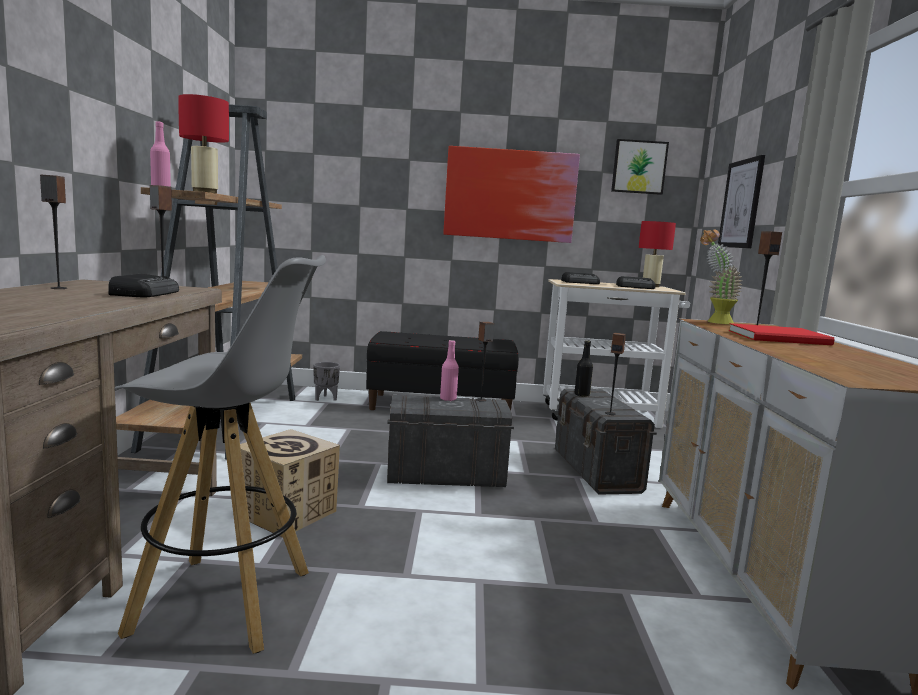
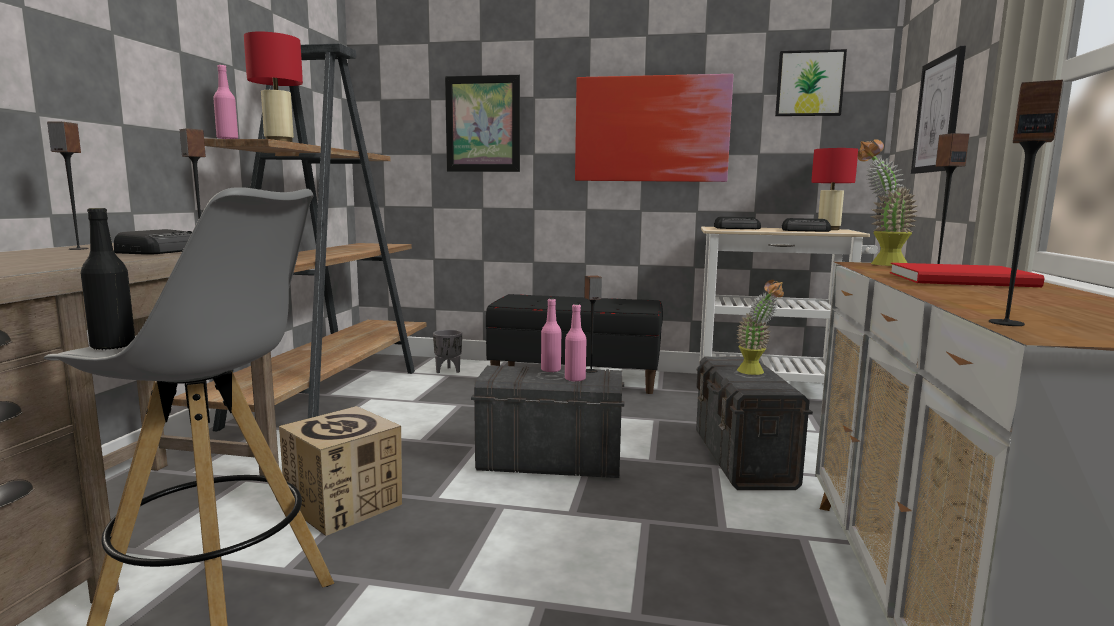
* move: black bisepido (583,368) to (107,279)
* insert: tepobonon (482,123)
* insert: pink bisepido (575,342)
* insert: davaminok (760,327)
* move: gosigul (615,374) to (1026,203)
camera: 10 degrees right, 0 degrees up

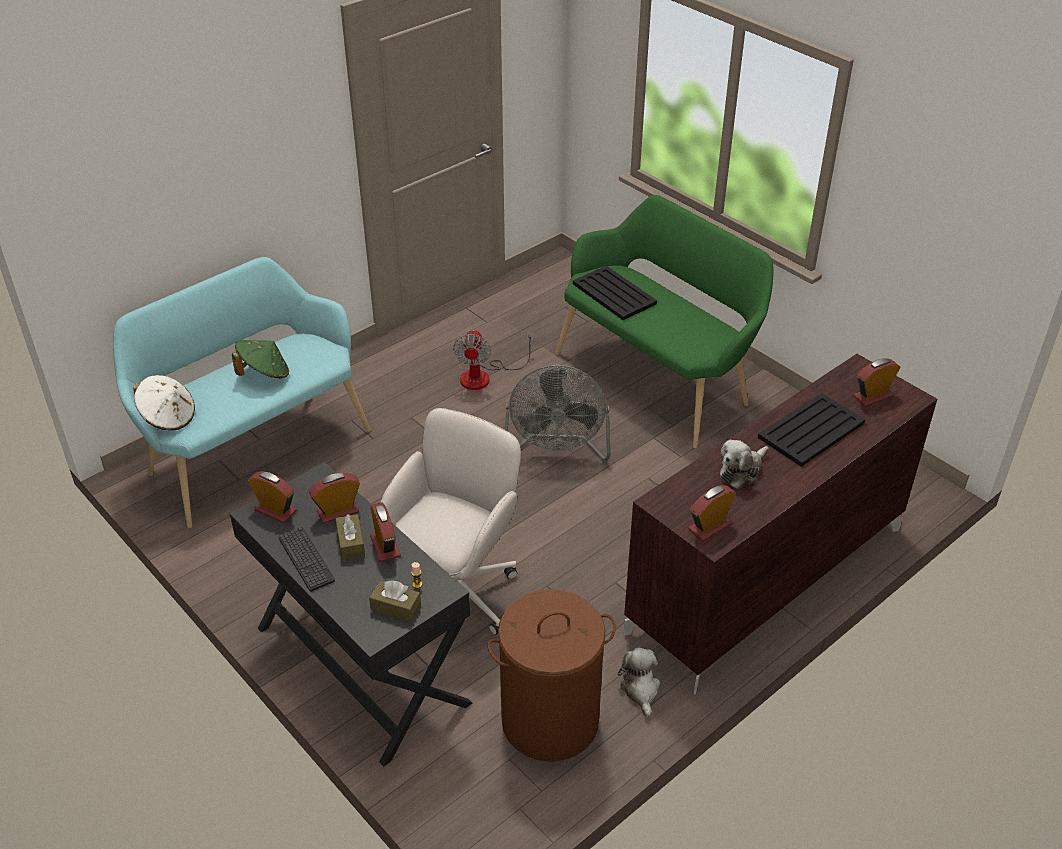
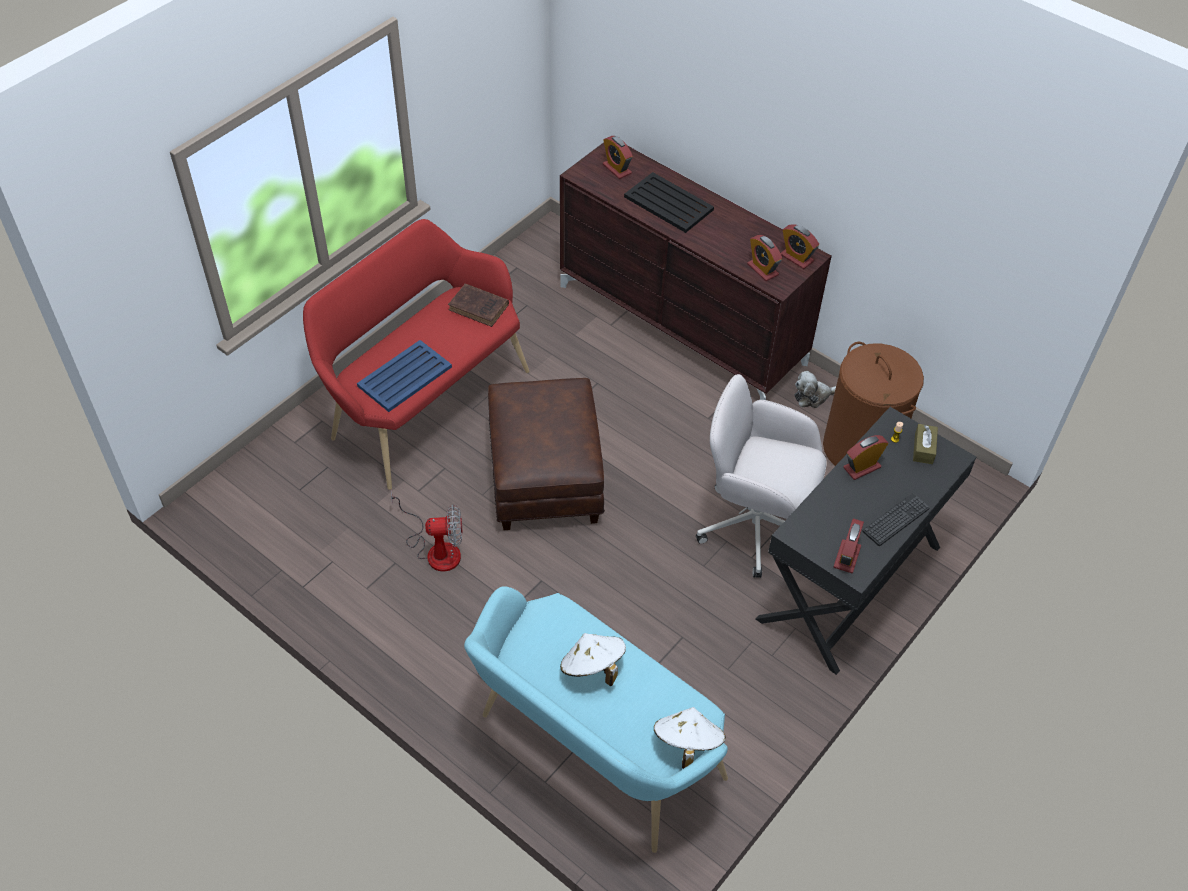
* recolor: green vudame (664,321) to red vudame (416,354)
* recolor: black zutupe (615,293) to blue zutupe (404,376)
* insert: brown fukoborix (478,305)
* replace: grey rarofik (558,414) to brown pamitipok (546,454)
* recolor: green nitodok (260,359) to white nitodok (593,659)
* move: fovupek (334,498) to (764,258)
* delete: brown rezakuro (350,536)
* delete: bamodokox (744,464)
camera: 100 degrees left, 10 degrees up

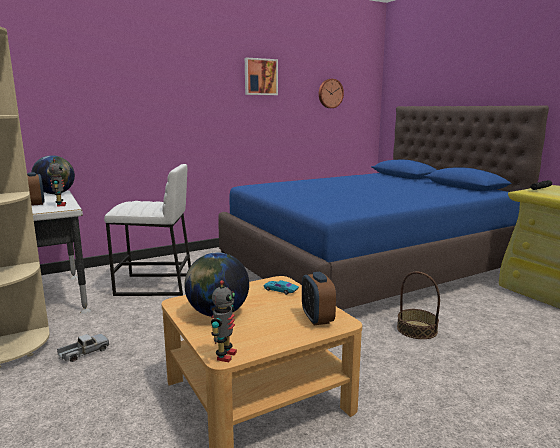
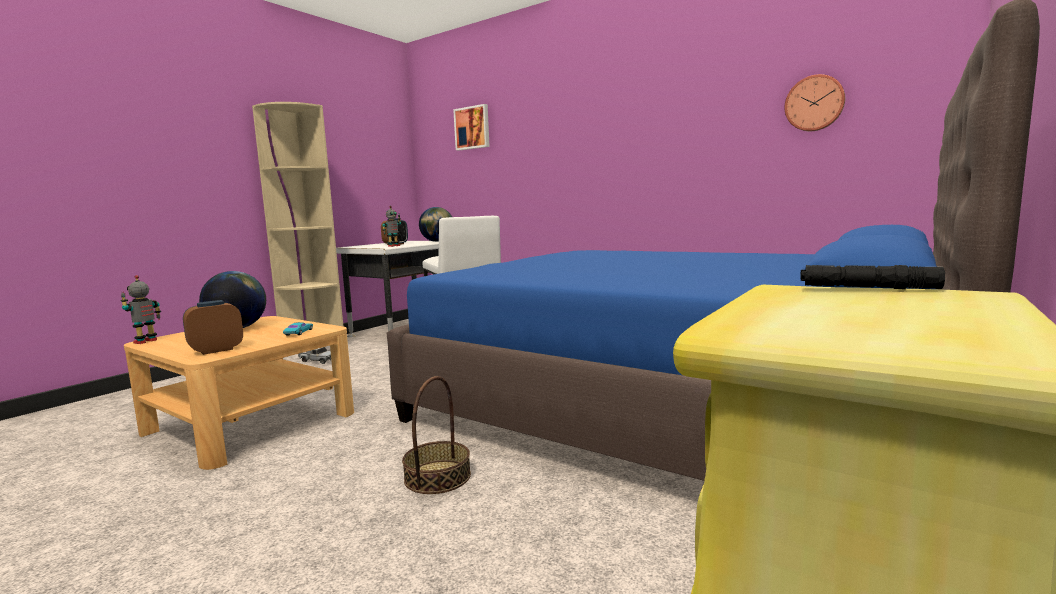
* rotate: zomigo (224,321) = (141,309) 120 degrees clockwise
* move: tepobonon (261,76) to (471,127)
camera: 65 degrees right, 5 degrees down

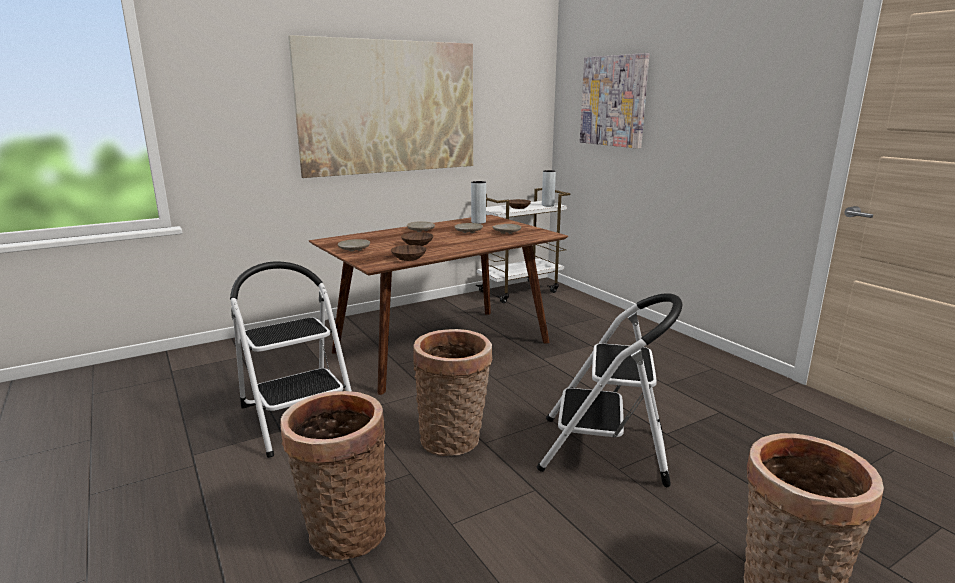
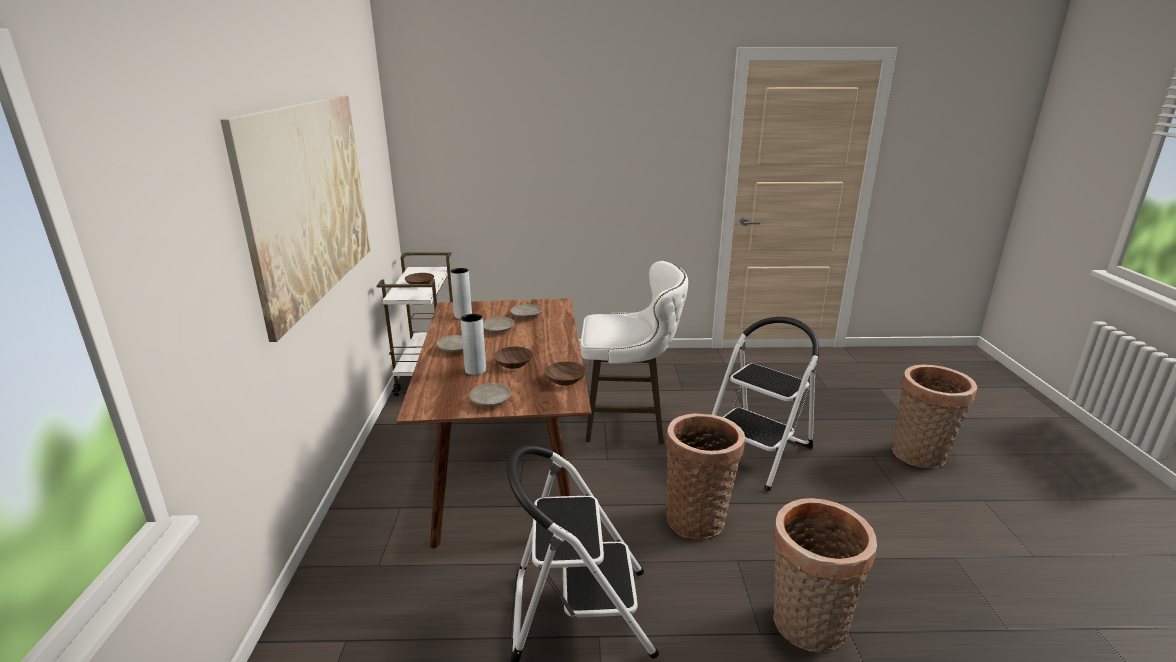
* move: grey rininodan (549,188) to (473,344)
* insert: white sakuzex (634,352)
* delete: tepobonon (614,101)
camera: 60 degrees left, 5 degrees up

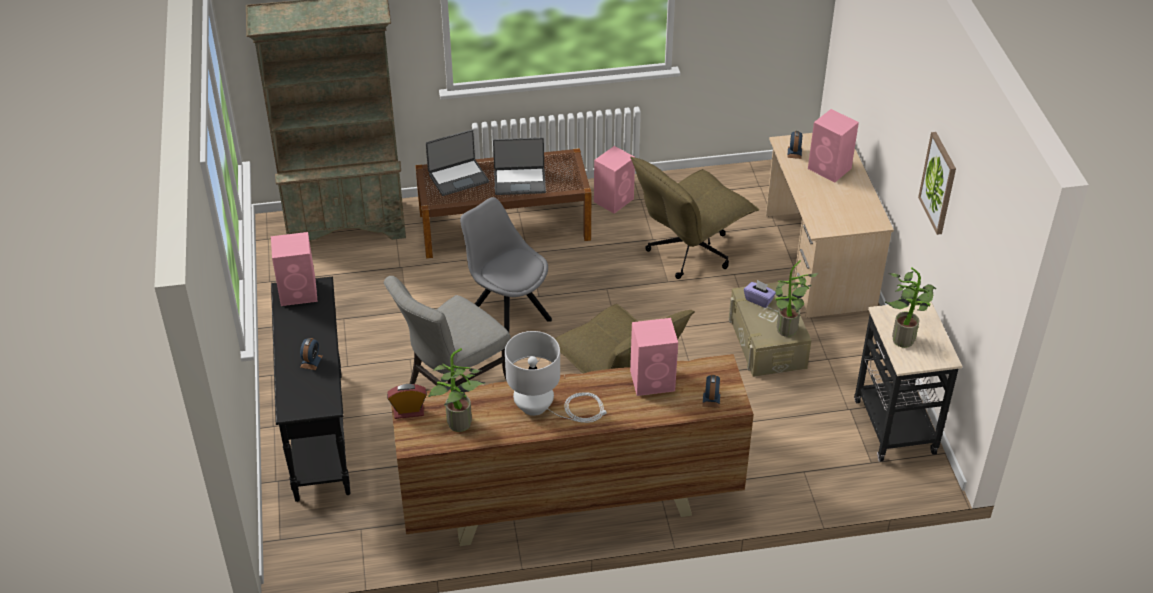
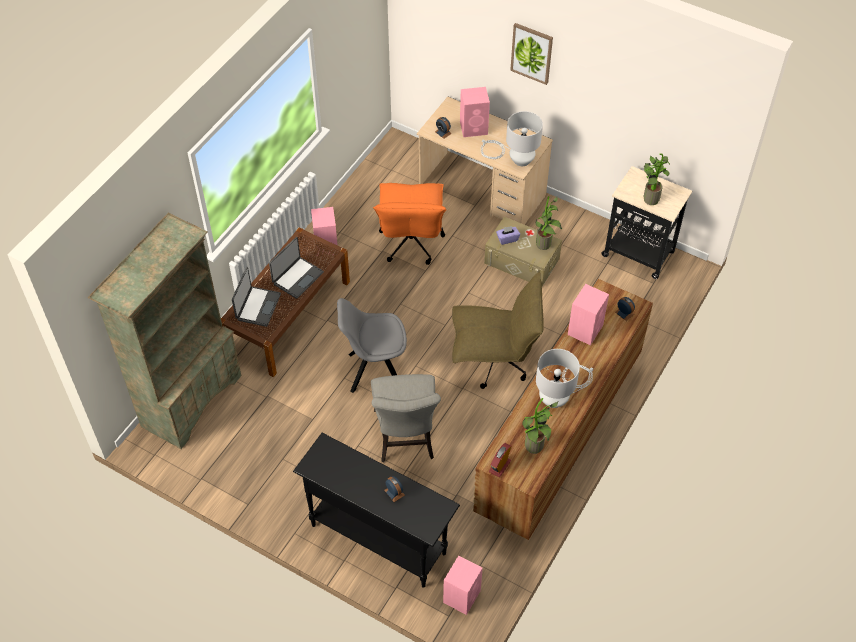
* recolor: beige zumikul (694,217) to orange zumikul (409,224)
* move: pink gosigul (294,269) to (463,585)
* insert: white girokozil (512,138)
* move: tepobonon (937,183) to (531,54)
camera: 50 degrees left, 10 degrees up

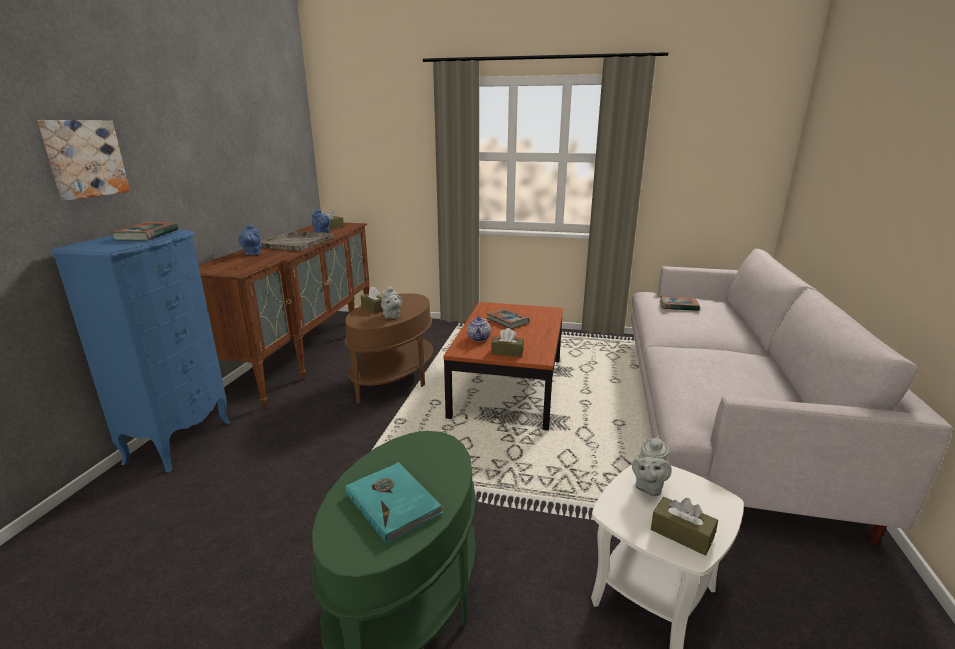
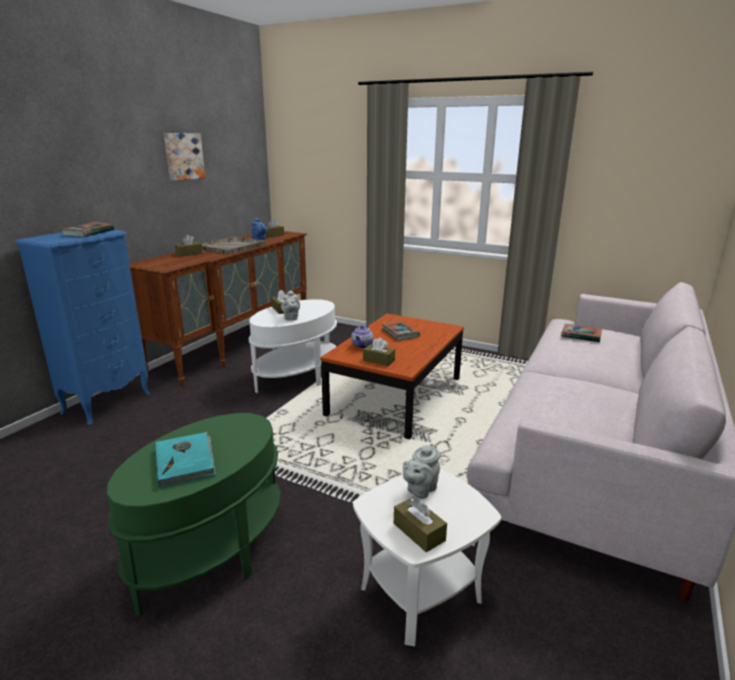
* move: tepobonon (84,160) to (184,157)
* replace: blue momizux (250,239) to brown rezakuro (189,245)
* recolor: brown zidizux (389,348) to white zidizux (292,346)
camera: 15 degrees right, 0 degrees up

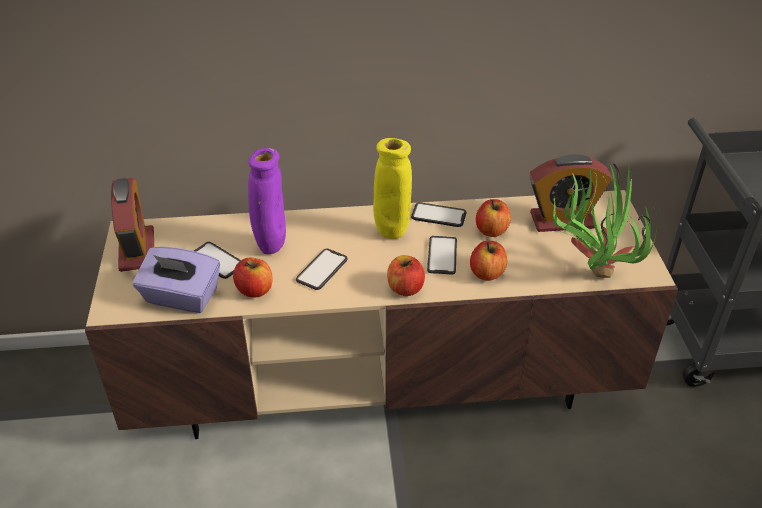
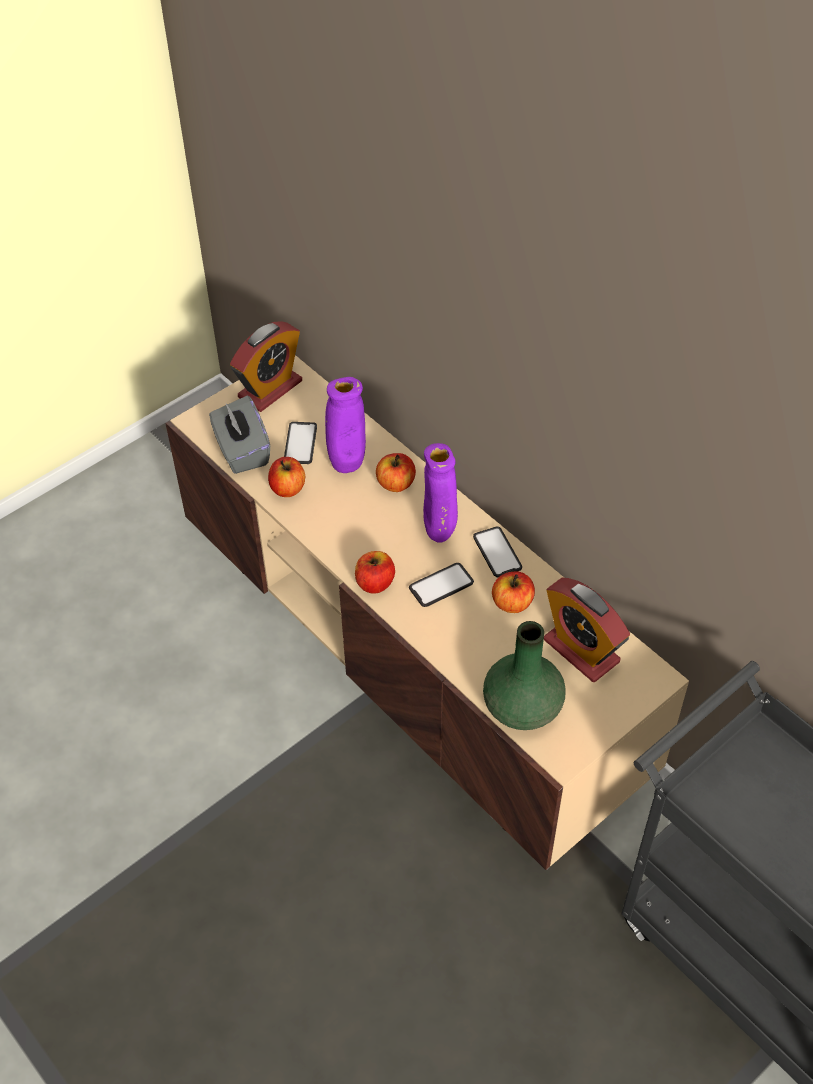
* recolor: purple rezakuro (176,279) to grey rezakuro (239,435)
* move: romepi (488,261) to (396,472)
* recolor: yellow rininodan (392,188) to purple rininodan (440,493)
* replace: davaminok (605,220) to green rininodan (524,675)
* delete: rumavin (322,269)
camera: 55 degrees right, 10 degrees up

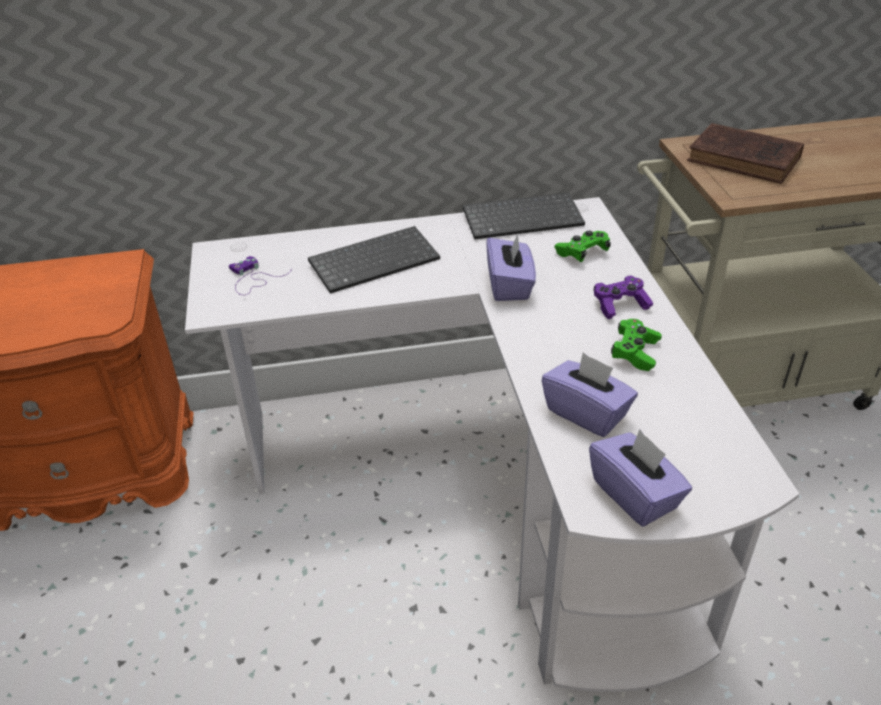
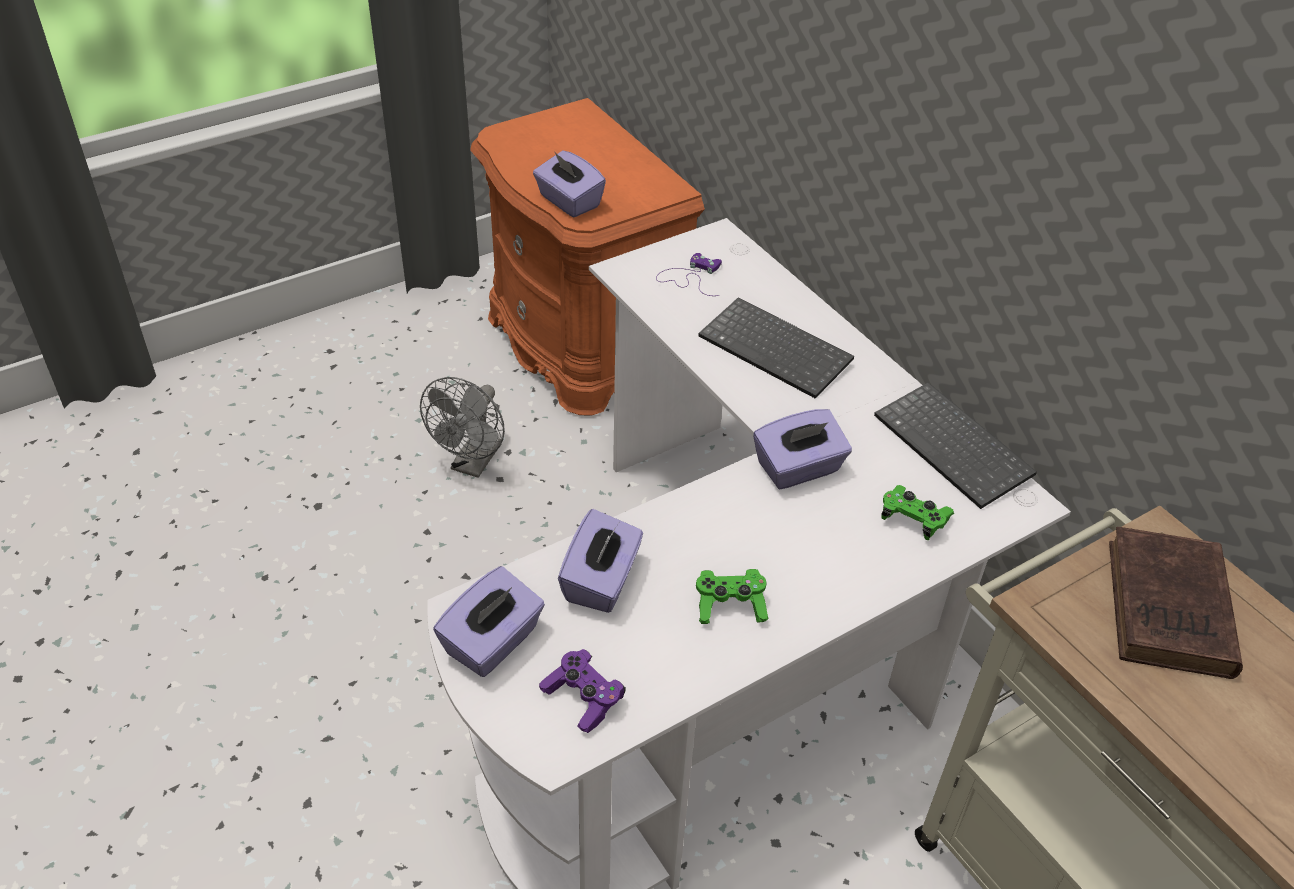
* insert: grey rarofik (462,427)
* insert: purple rezakuro (569,184)
* move: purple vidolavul (623,297) to (582,691)
camera: 65 degrees right, 5 degrees up

